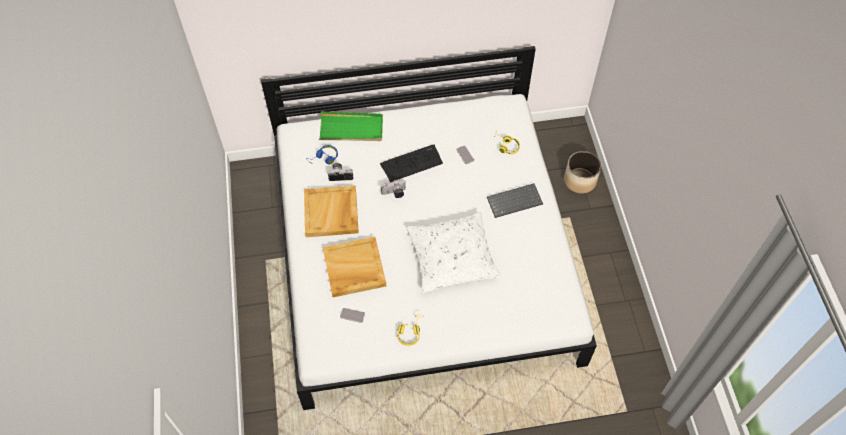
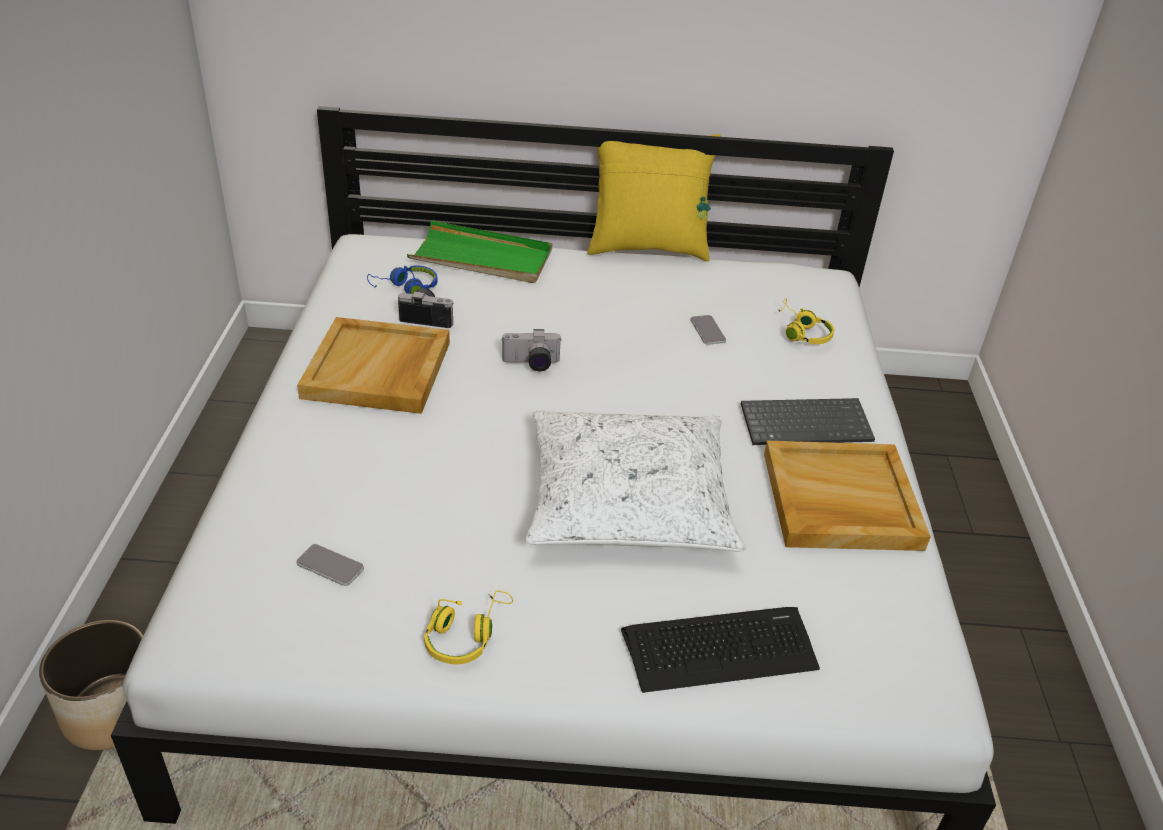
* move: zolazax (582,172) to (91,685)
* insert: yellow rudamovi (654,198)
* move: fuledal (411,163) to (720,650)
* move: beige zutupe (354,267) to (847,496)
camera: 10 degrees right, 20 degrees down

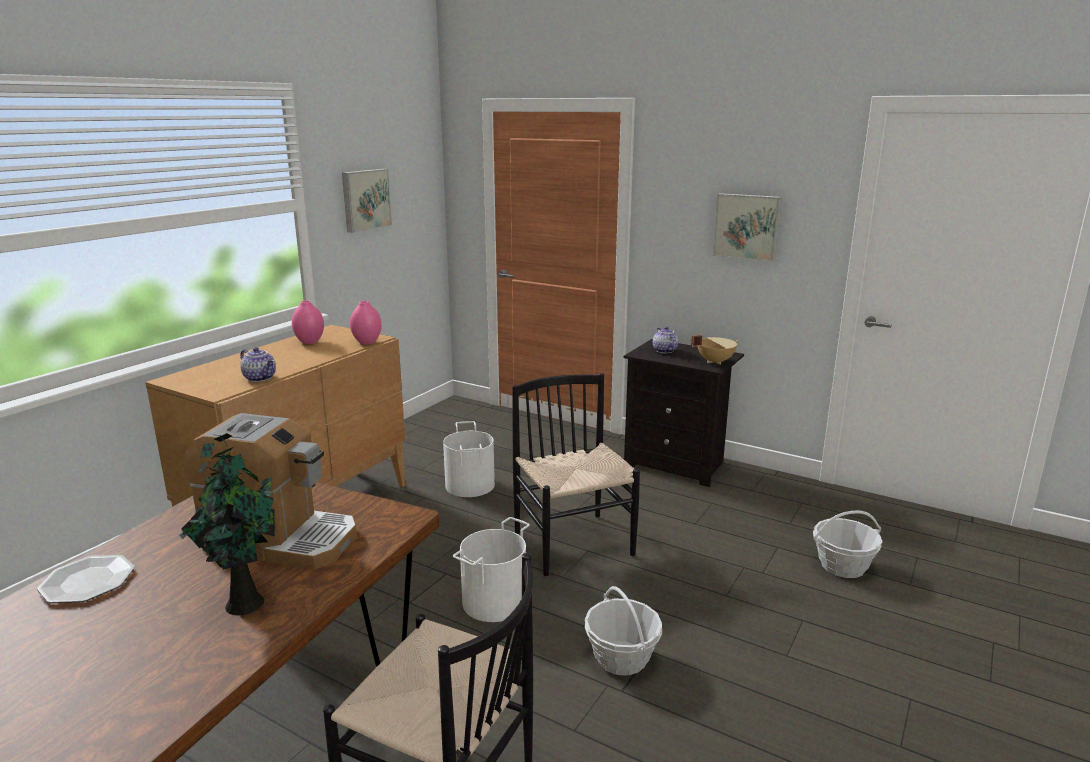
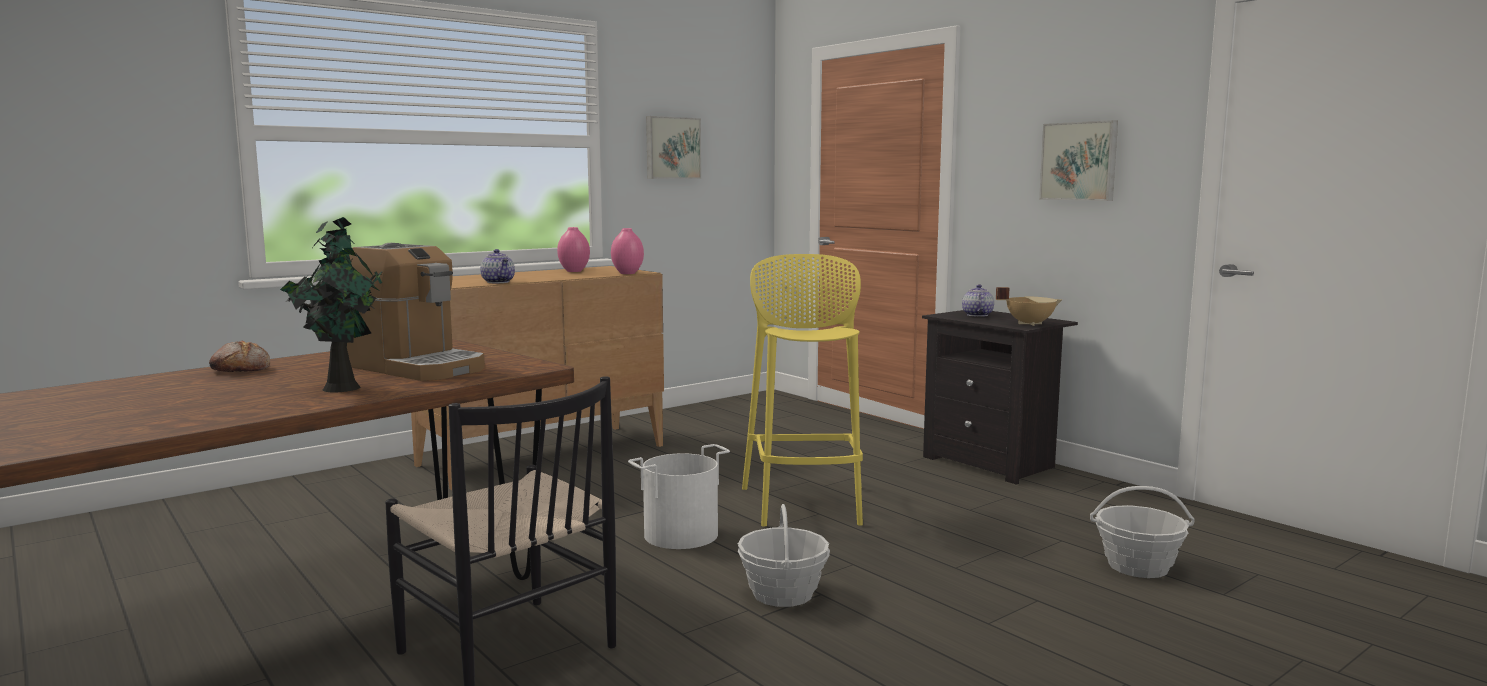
* replace: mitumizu (86,579) to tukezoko (239,356)
* replace: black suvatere (576,474) to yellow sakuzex (802,390)
* delete: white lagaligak (469,459)
camera: 20 degrees right, 10 degrees down

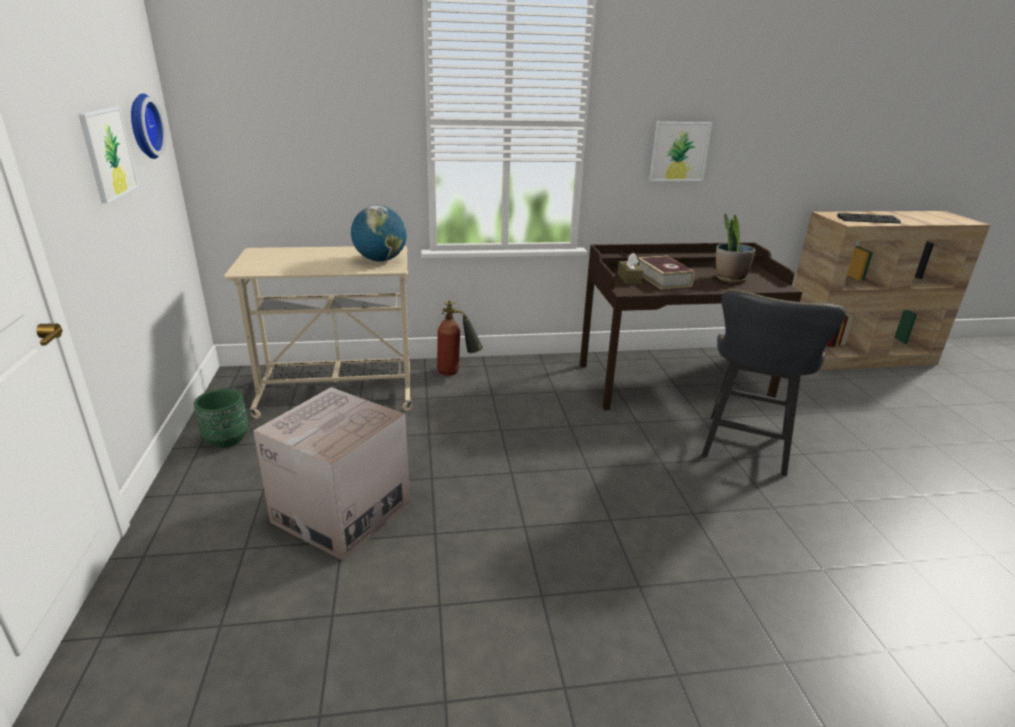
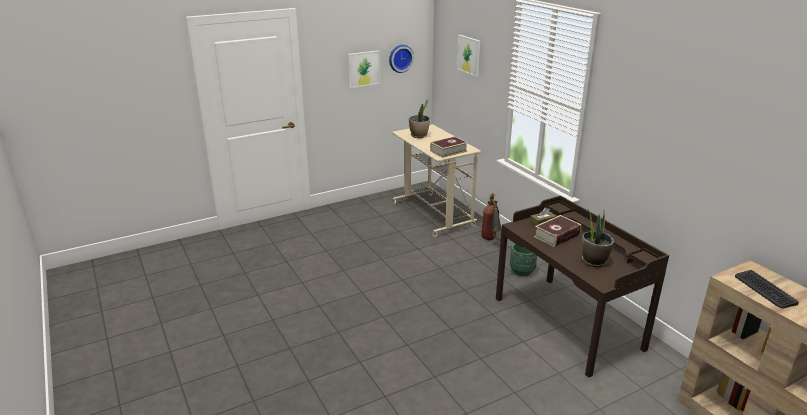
* insert: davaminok (419,118)
* replace: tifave (379,233) to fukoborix (449,147)
* move: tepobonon (680,151) to (468,56)
* move: green zolazax (221,418) to (523,259)
* delete: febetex (331,474)
* delete: grey sakuzex (774,382)
camera: 70 degrees right, 0 degrees up

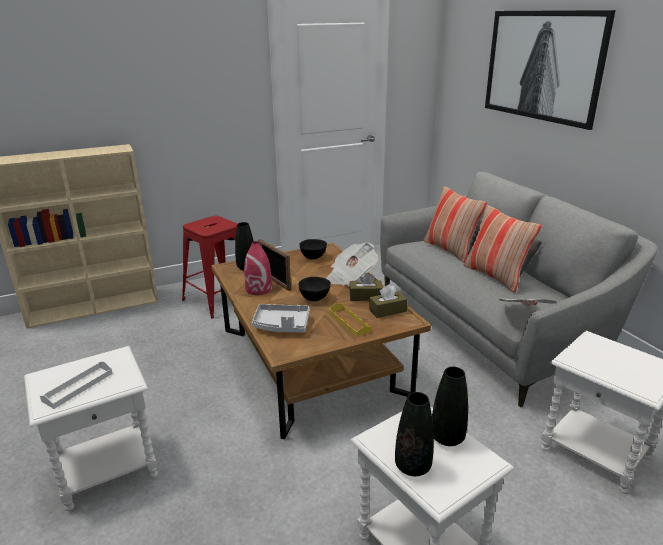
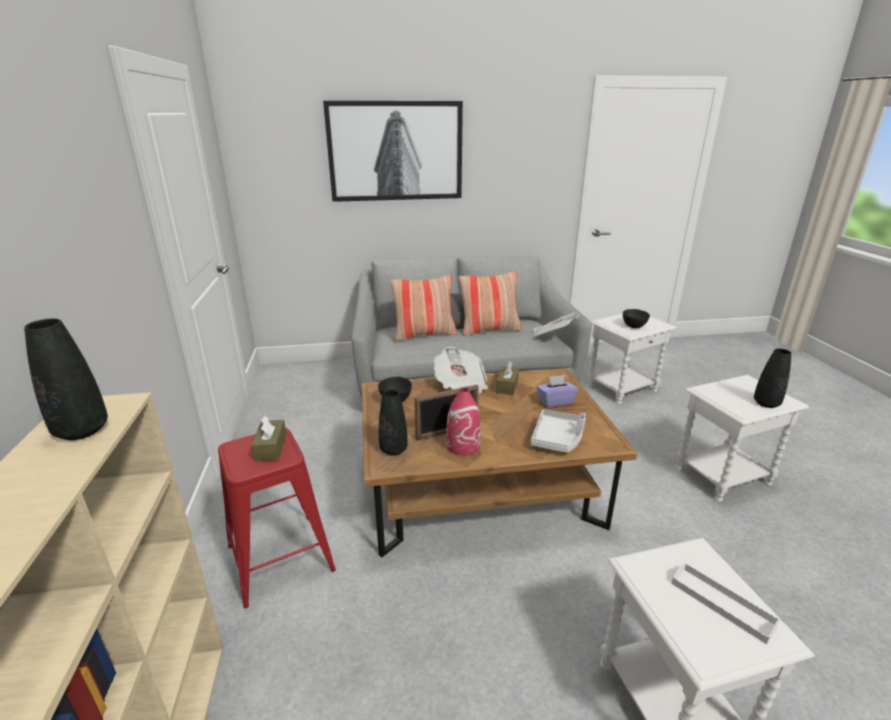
* move: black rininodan (450,406) to (66,379)
* move: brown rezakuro (388,301) to (268,438)
* replace: yellow zutupe (350,320) to purple rezakuro (558,391)
* move: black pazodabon (314,289) to (636,318)
camera: 75 degrees left, 0 degrees up

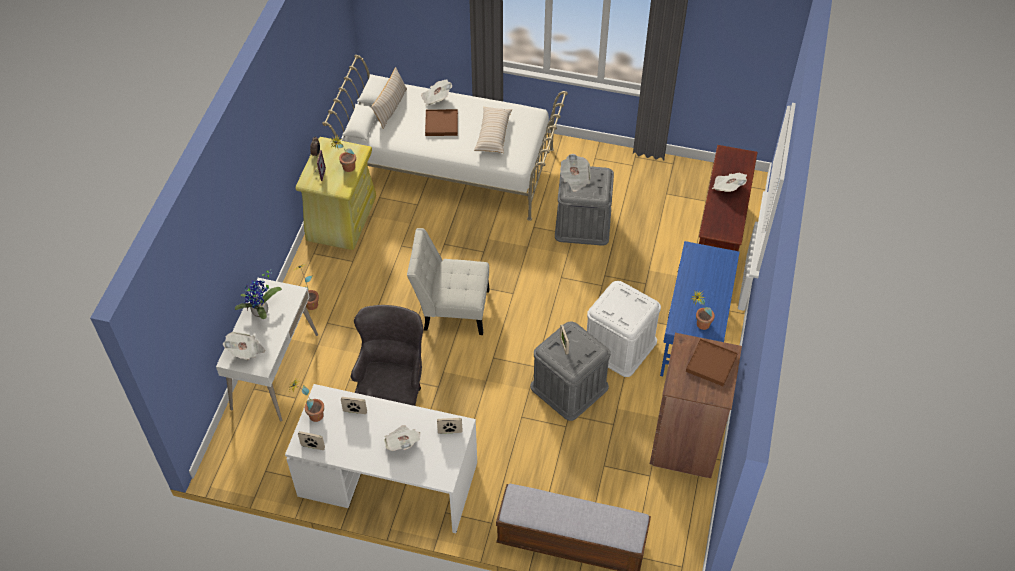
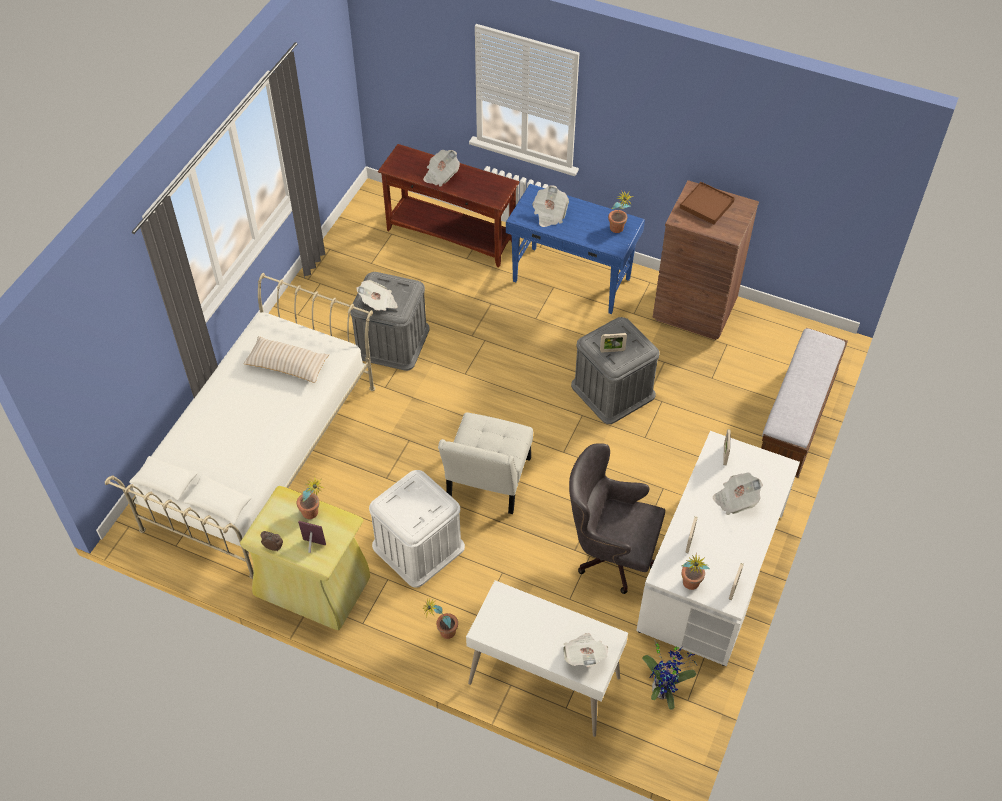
* move: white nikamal (624,329) to (417,529)
* move: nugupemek (436,92) to (550,206)
* move: davaminok (258,294) to (669,675)
* delete: beige rudamovi (389,98)
* delete: brown zutupe (441,122)
camera: 80 degrees left, 0 degrees up

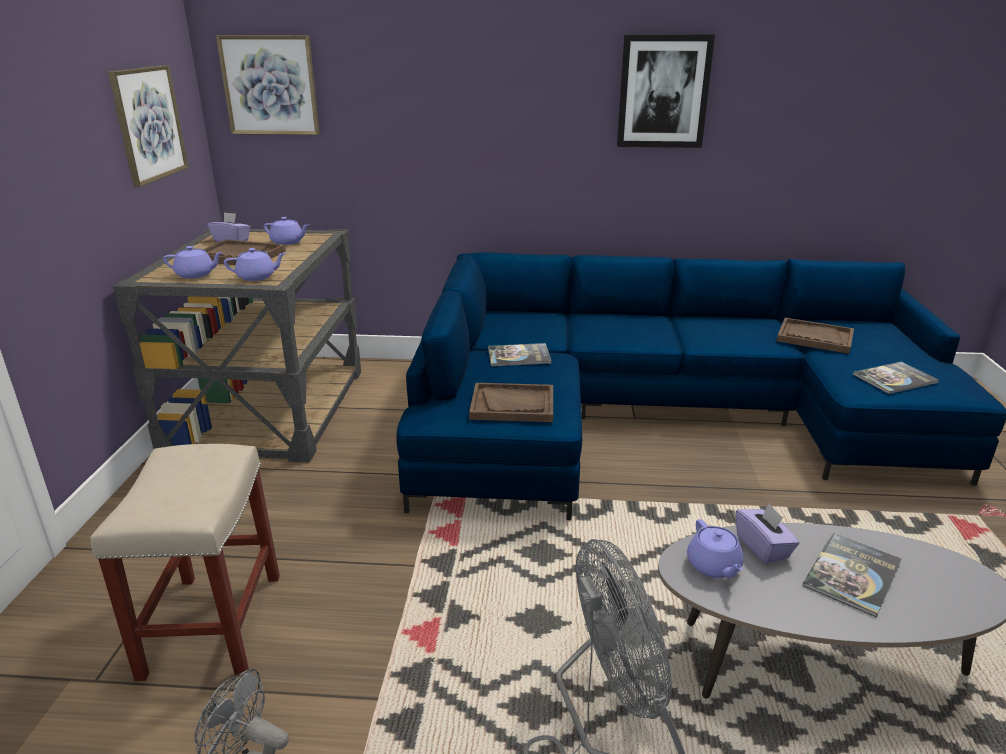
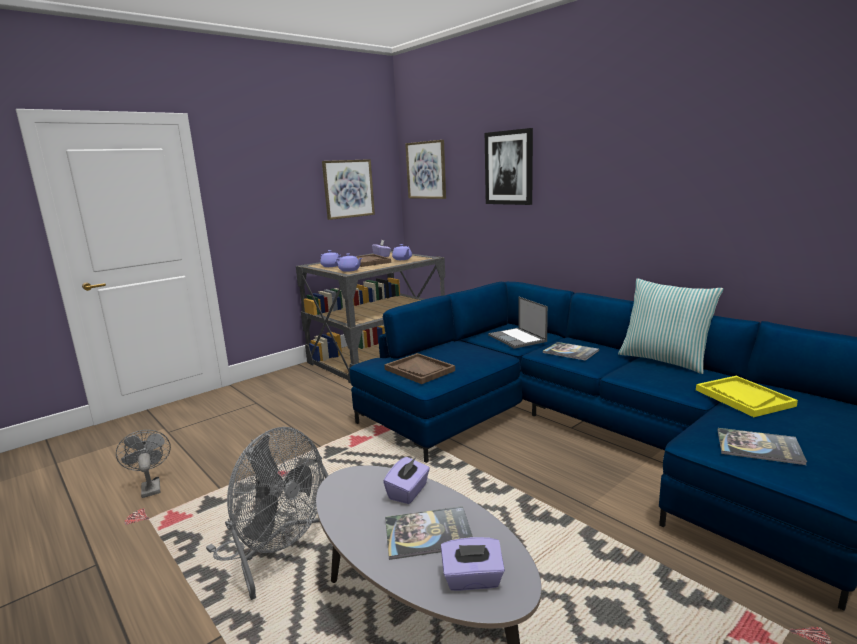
* insert: purple rezakuro (473,564)
* move: tepobonon (666,91) to (509,166)
* insert: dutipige (518,323)
* move: fukoborix (520,354) to (571,351)
* insert: rudamovi (670,326)
* recolor: brown zutupe (815,336) to yellow zutupe (747,396)
* delete: beige sakuzex (185,562)
* delete: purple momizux (715,548)
camera: 45 degrees right, 10 degrees down

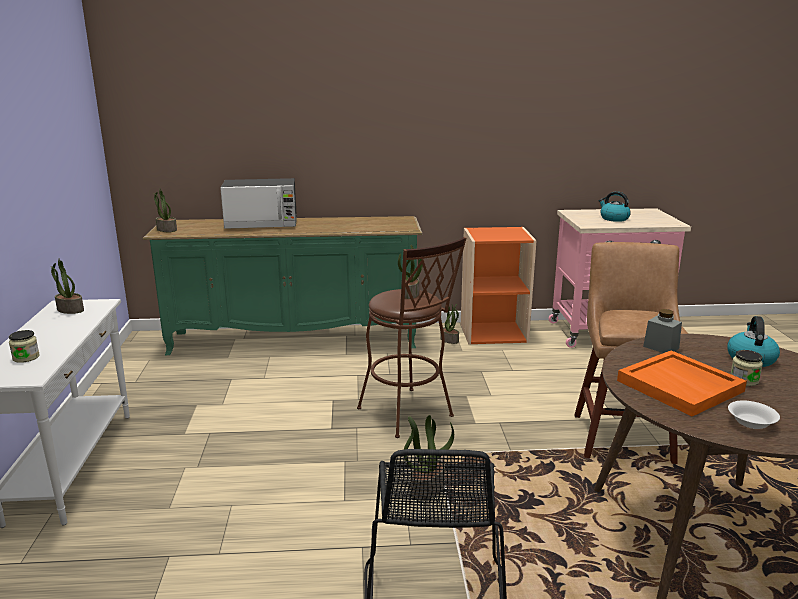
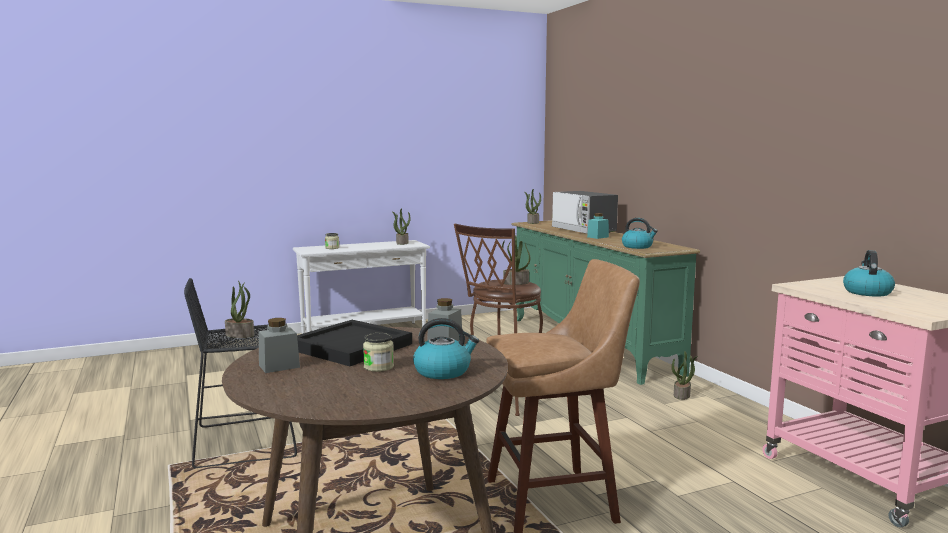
* replace: white pazodabon (754,415) to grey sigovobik (279,345)
* recolor: orange zutupe (682,383) to black zutupe (354,343)
* insert: turquoise sigovobik (598,226)
* insert: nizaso (640,233)
* delete: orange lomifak (499,285)
camera: 70 degrees right, 10 degrees down

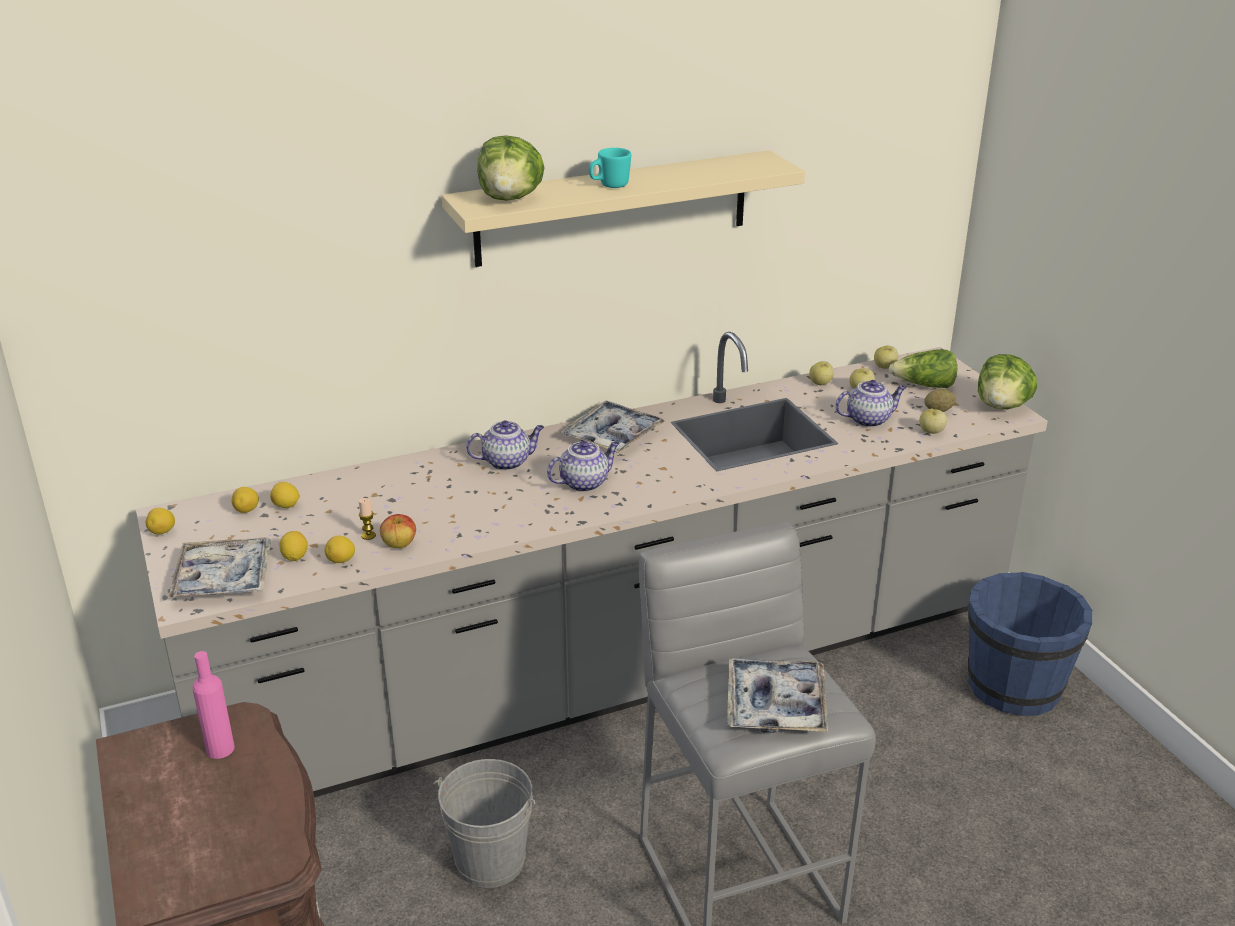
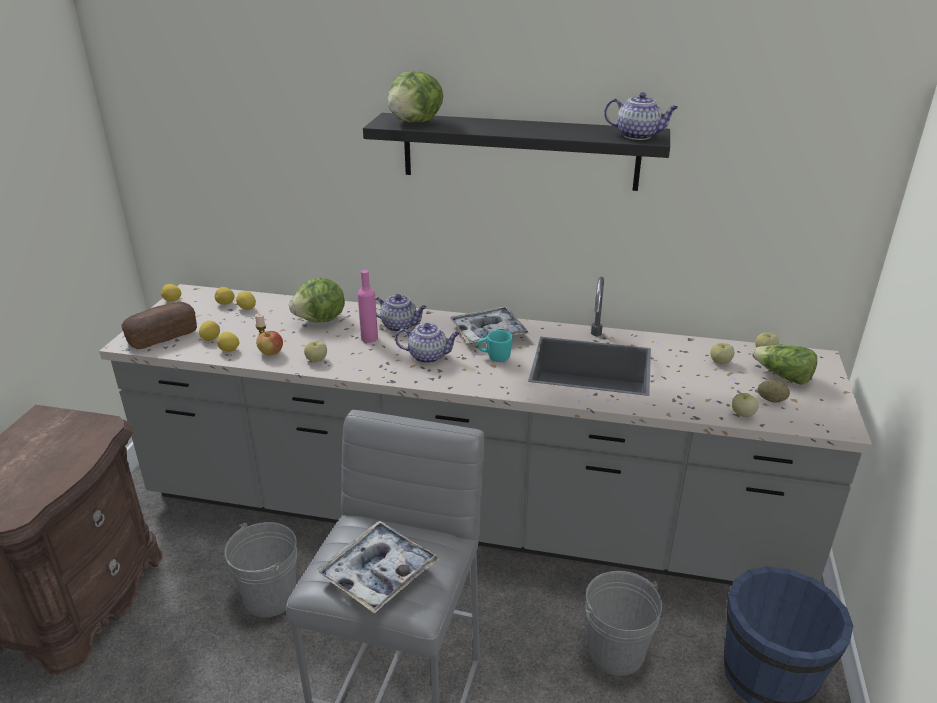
* replace: zutupe (220,568) to tukezoko (159,325)
* move: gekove (1007,381) to (317,300)
* move: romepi (821,373) to (315,351)
* move: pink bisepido (213,705) to (368,306)
* recolor: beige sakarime (623,208) to black sakarime (516,152)
* move: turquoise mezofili (610,168) to (495,346)
* insert: grey lagaligak (623,623)
* move: momizux (871,403) to (641,116)
camera: 35 degrees right, 0 degrees up

